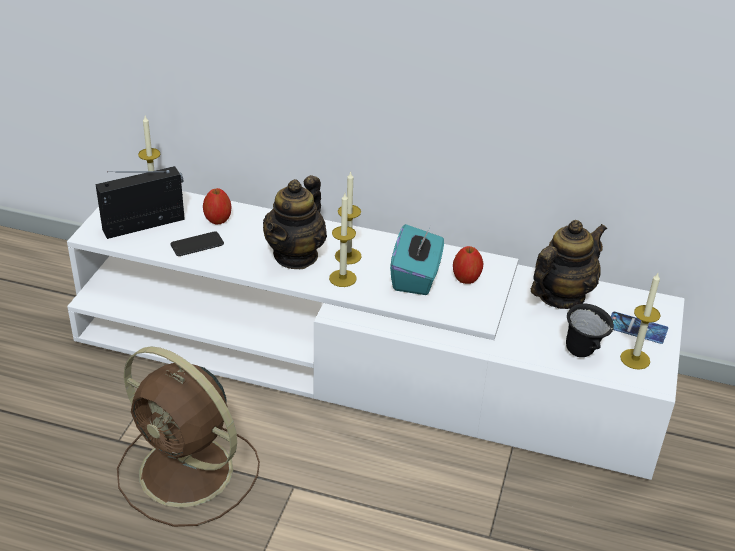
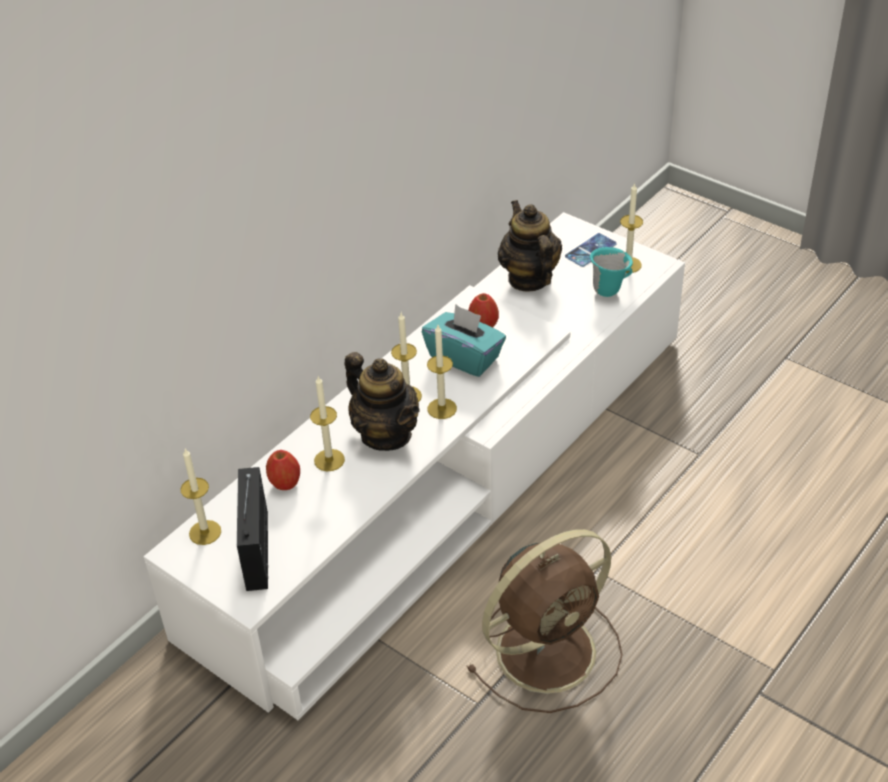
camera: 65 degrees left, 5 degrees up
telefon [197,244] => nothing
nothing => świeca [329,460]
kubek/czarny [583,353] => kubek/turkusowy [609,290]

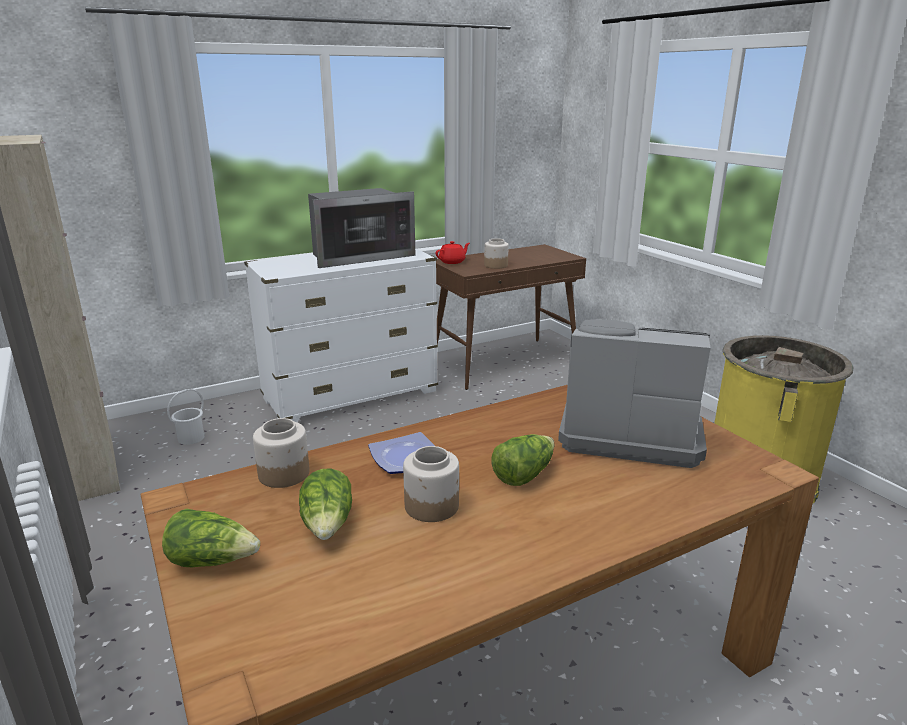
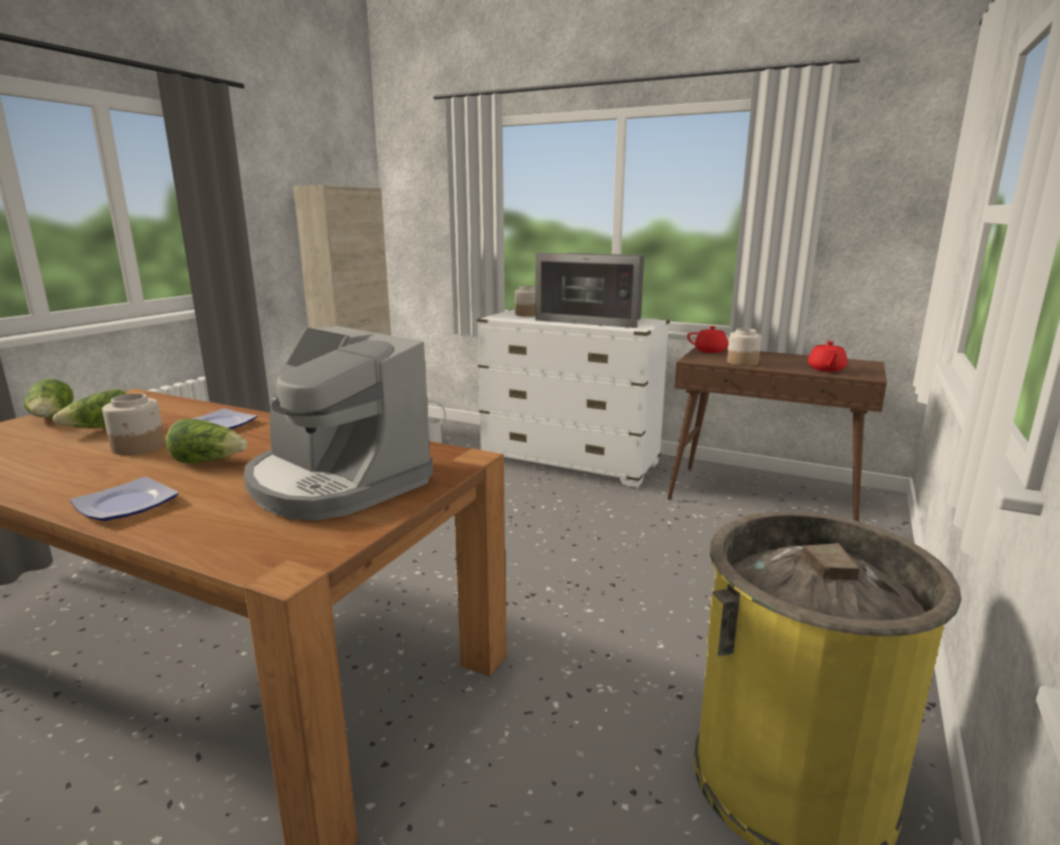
camera: 55 degrees right, 5 degrees down
nothing => talerz [125,506]
nothing => imbryk/czerwony [826,369]
słoik [283,474] => słoik [527,314], moved
ekspres do kawy [627,432] => ekspres do kawy [335,483], 150 degrees clockwise

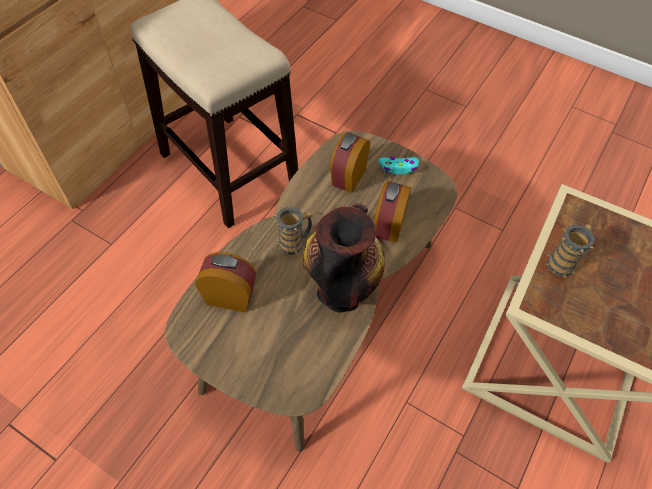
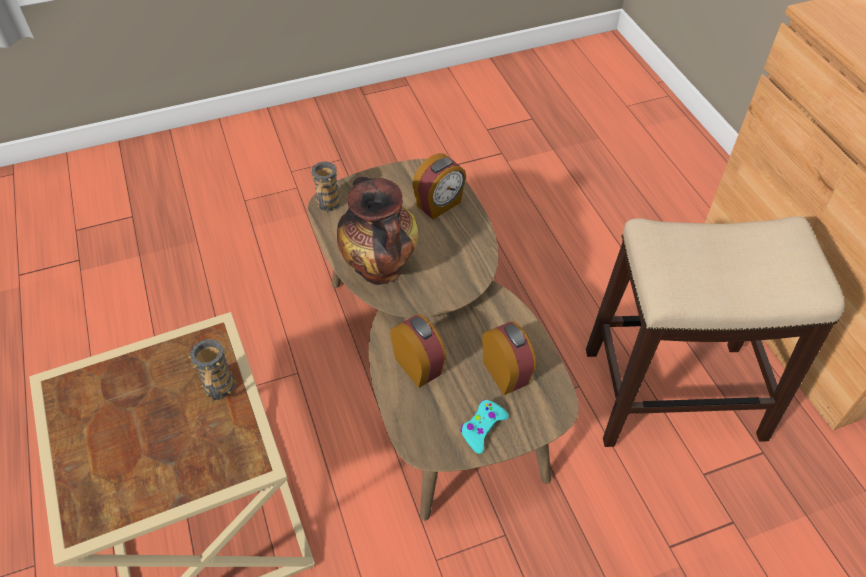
camera: 130 degrees right, 5 degrees down
kubek [295,242] => kubek [327,206], moved

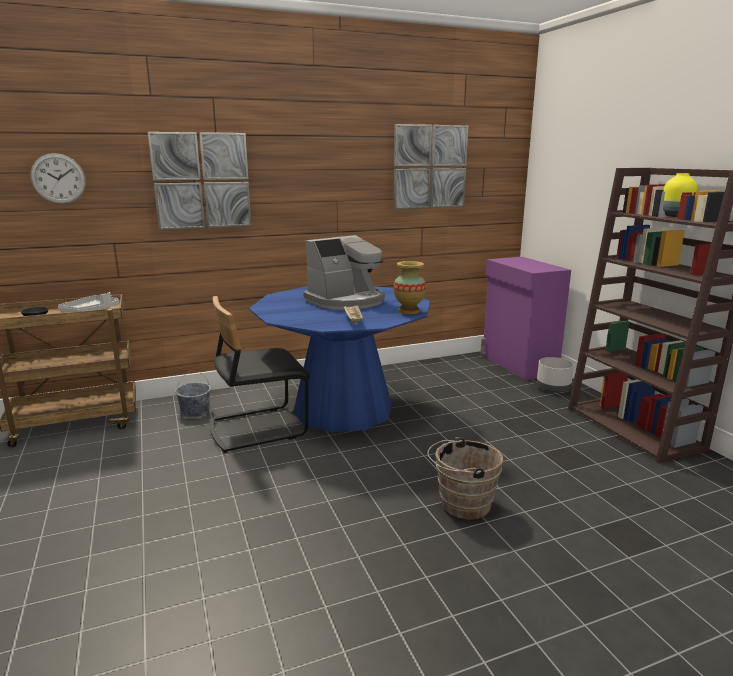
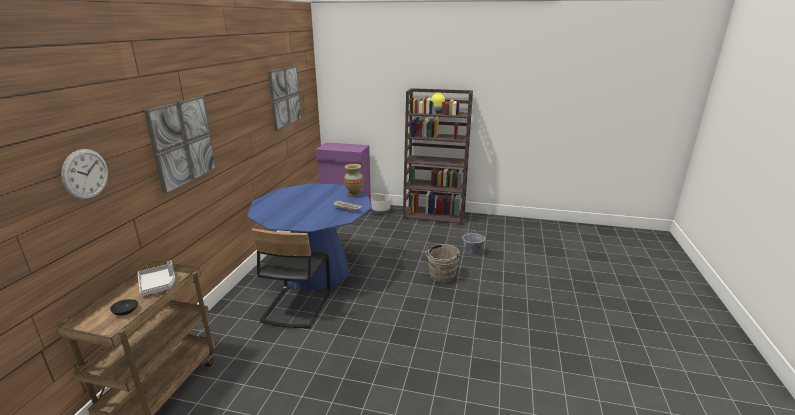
camera: 55 degrees left, 5 degrees up
ekspres do kawy [346,301] => nothing
wiadro/szary [195,412] => wiadro/szary [472,251], moved

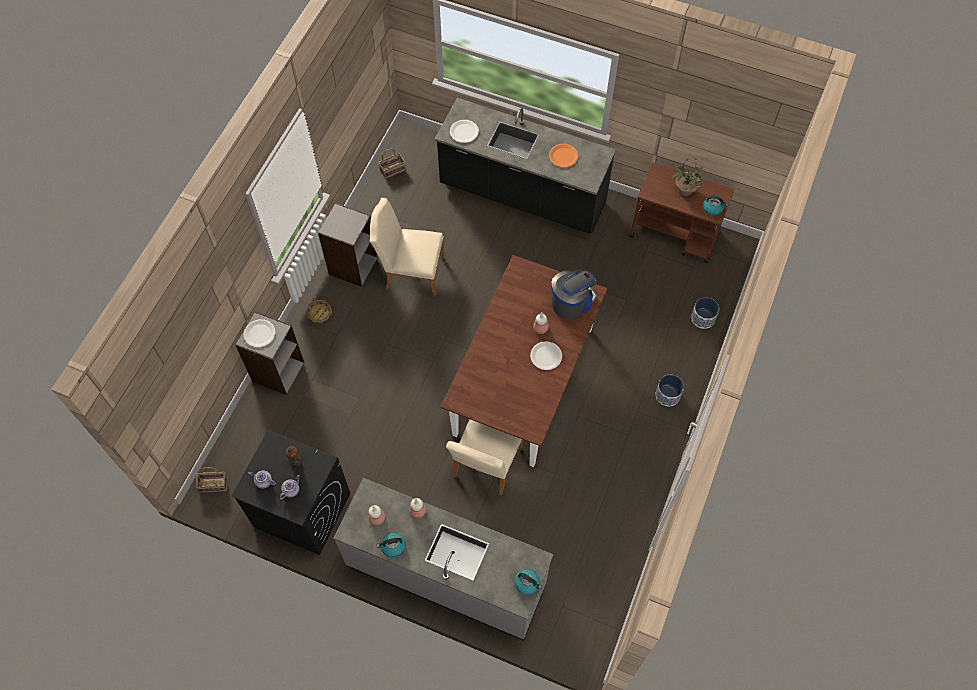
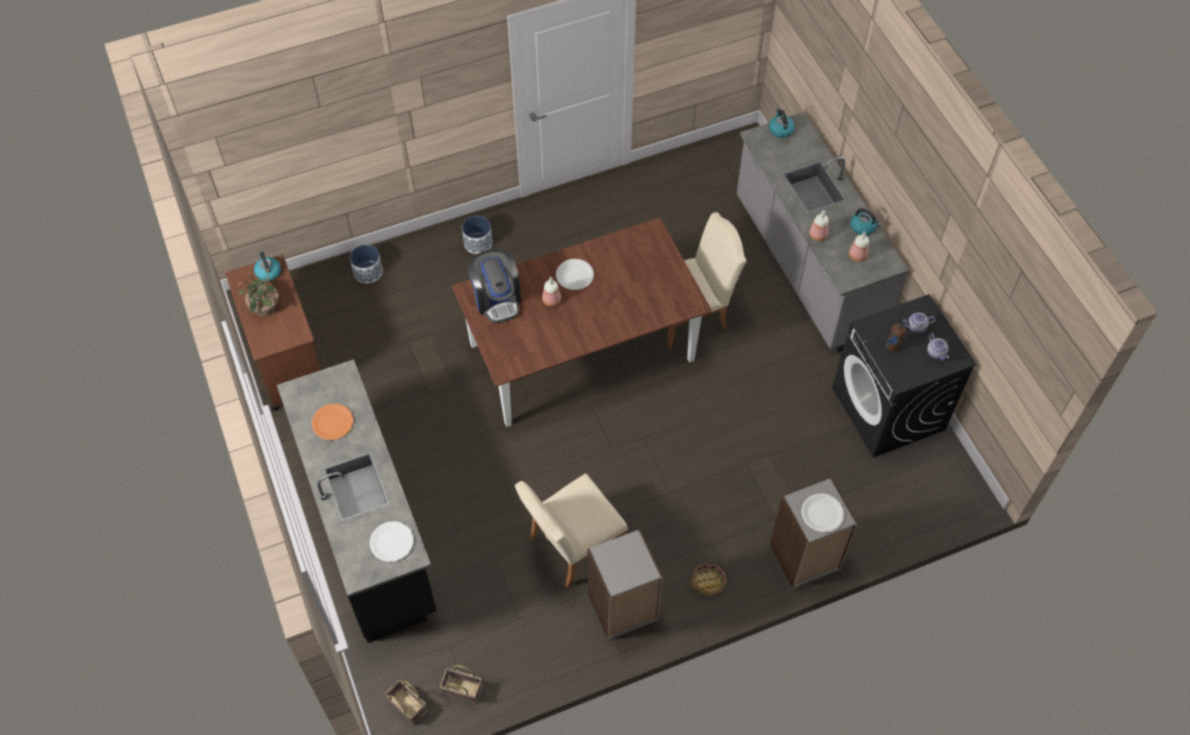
camera: 135 degrees left, 5 degrees down
koszyk [214,484] => koszyk [406,705], moved
krzesło/beżowy [410,272] => krzesło/beżowy [571,546], 90 degrees clockwise
ekspres do kawy [572,302] => ekspres do kawy [497,298], 120 degrees counterclockwise

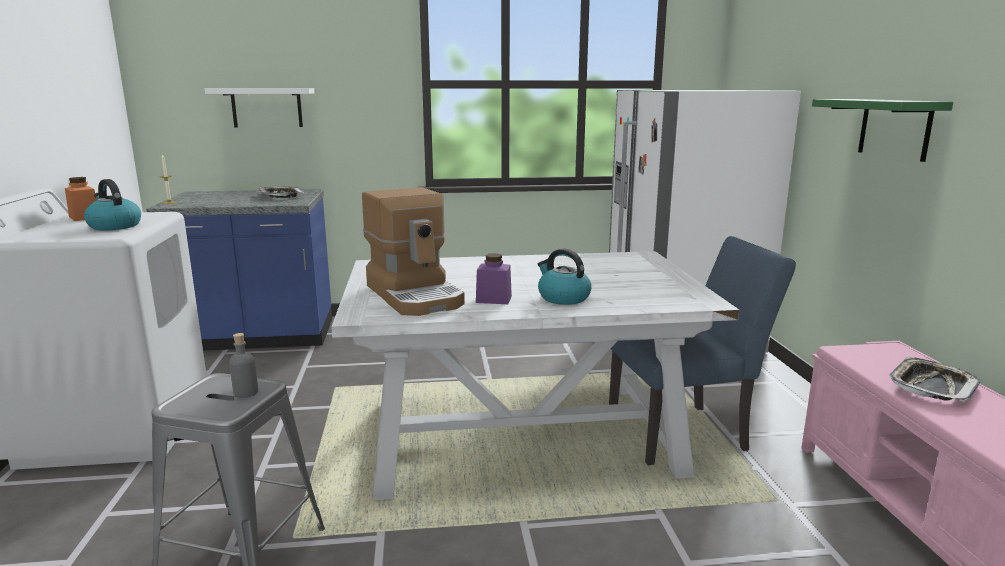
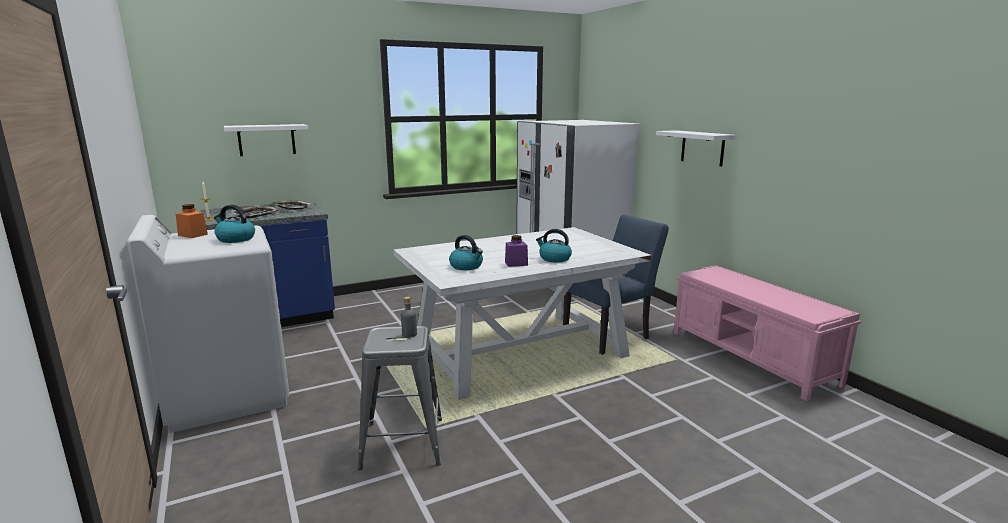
camera: 20 degrees left, 0 degrees up
taca [931,386] => taca [254,215], moved
ekspres do kawy [416,295] => czajnik [466,266]
półka/zielony [894,128] => półka/biały [702,148]

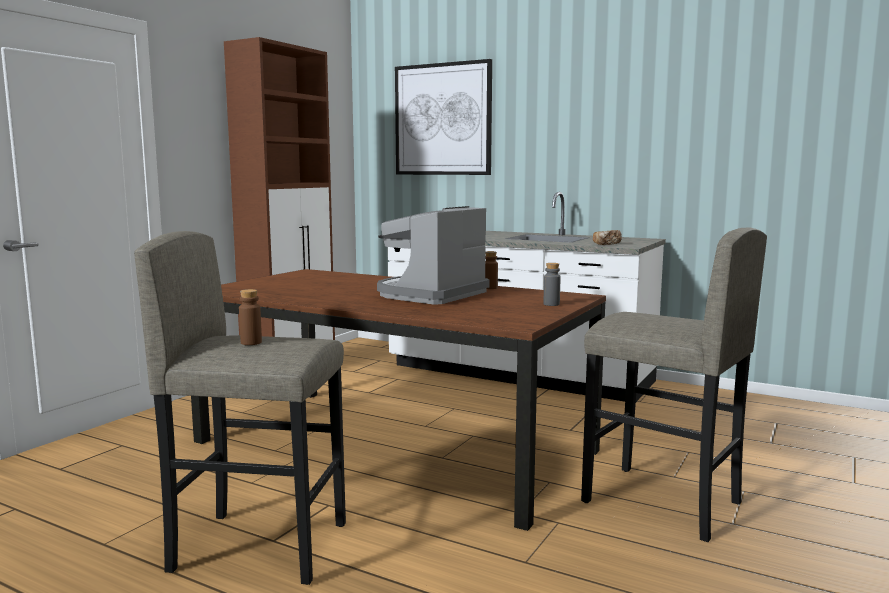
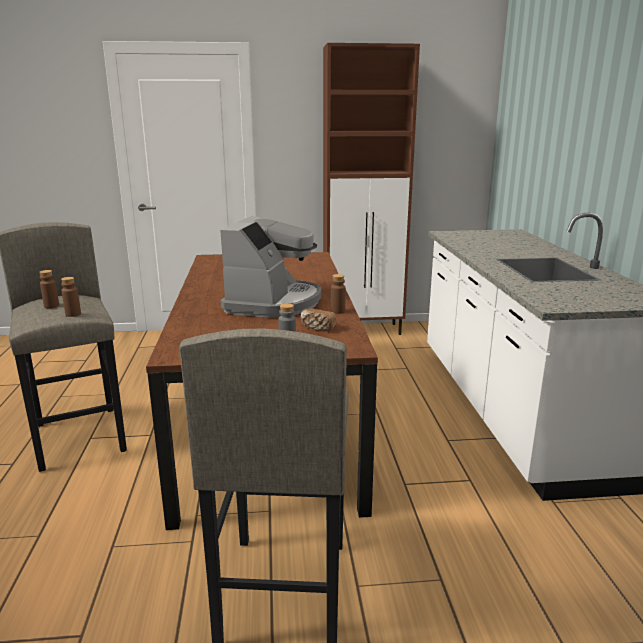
camera: 55 degrees right, 10 degrees up
obraz [442,119] => nothing
nothing => butelka/brązowy [73,314]
chleb [607,244] => chleb [318,328], moved
ekspres do kawy [430,294] => ekspres do kawy [273,303], 105 degrees clockwise

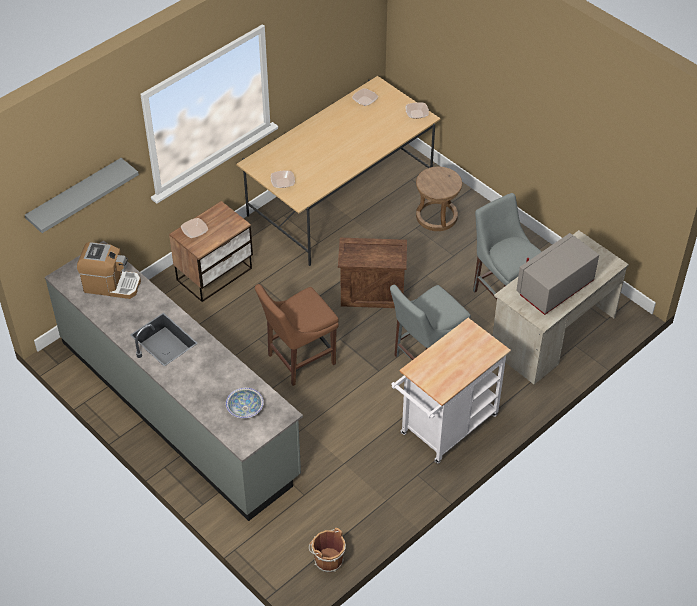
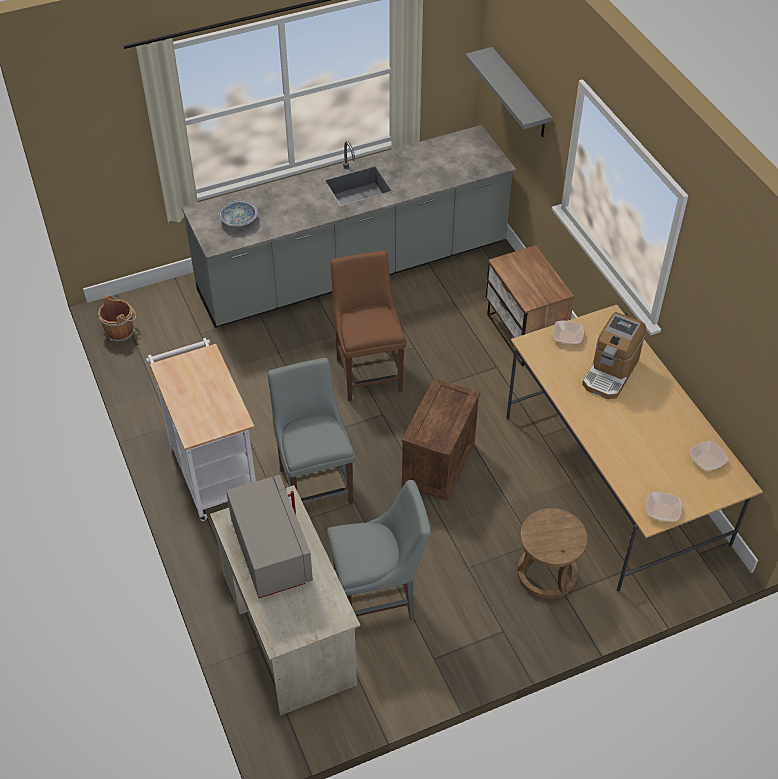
camera: 110 degrees right, 0 degrees up
miska [194,231] => nothing
ekspres do kawy [111,284] => ekspres do kawy [610,372], moved

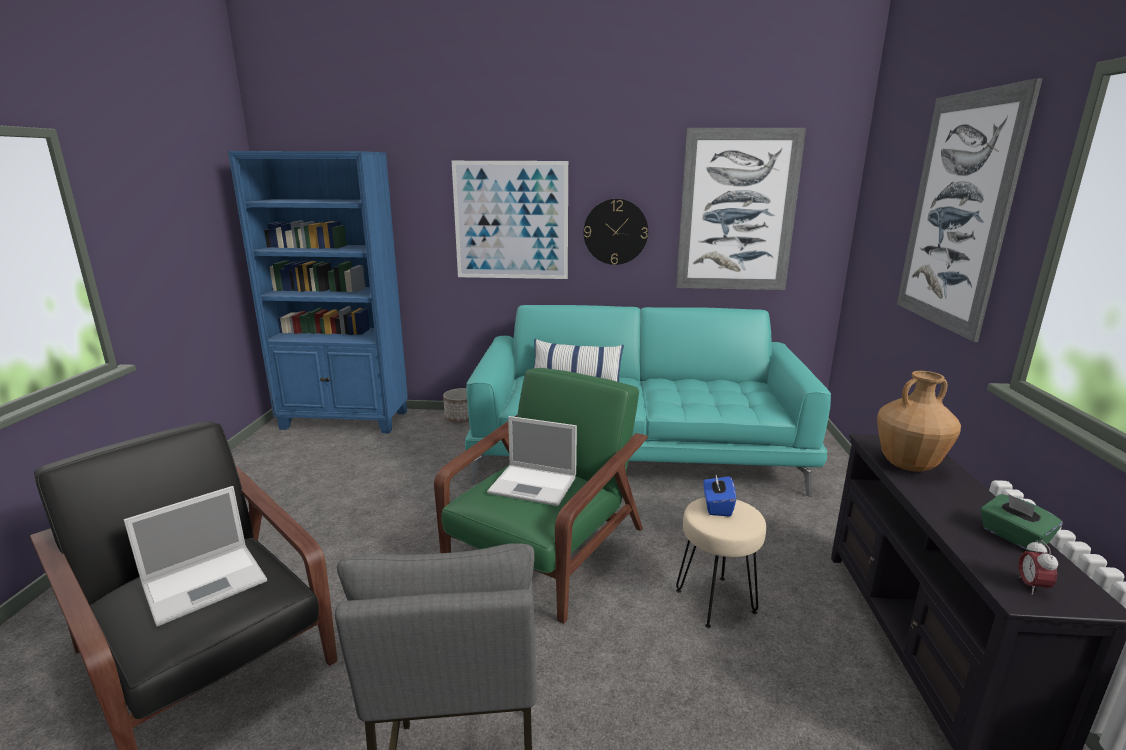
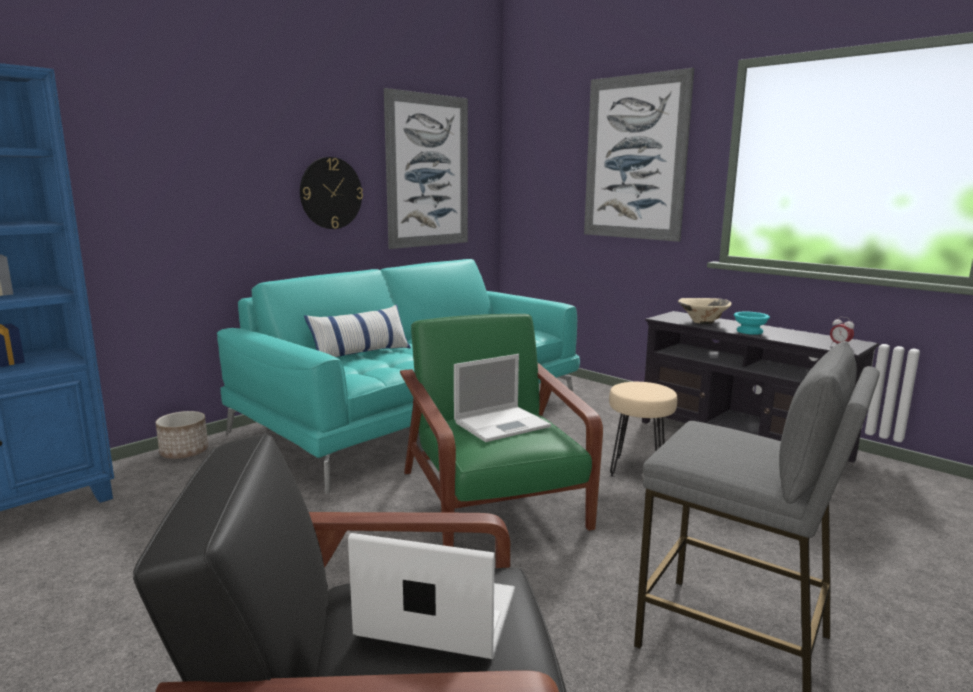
camera: 50 degrees left, 5 degrees down
obraz [511,221] => nothing
pudełko chusteczek/niebieski [717,506] => nothing
pudełko chusteczek/zielony [1013,537] => nothing
nothing => miska/turkusowy [748,331]
wazon/brązowy [908,465] => miska/beżowy [702,323]
laptop [207,582] => laptop [434,614], 75 degrees counterclockwise

